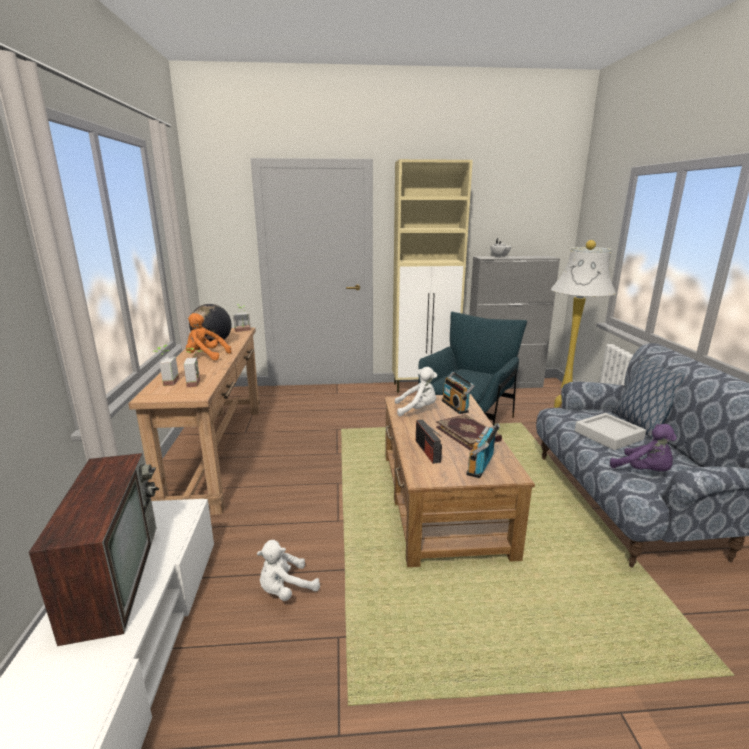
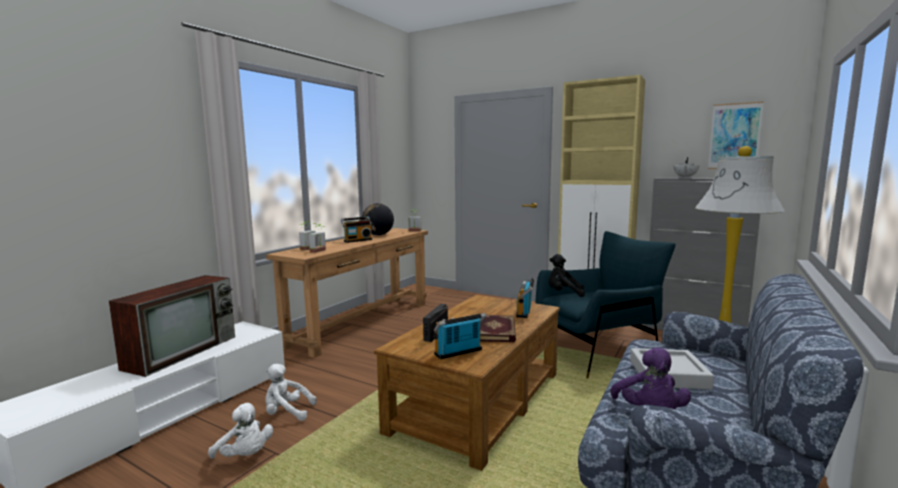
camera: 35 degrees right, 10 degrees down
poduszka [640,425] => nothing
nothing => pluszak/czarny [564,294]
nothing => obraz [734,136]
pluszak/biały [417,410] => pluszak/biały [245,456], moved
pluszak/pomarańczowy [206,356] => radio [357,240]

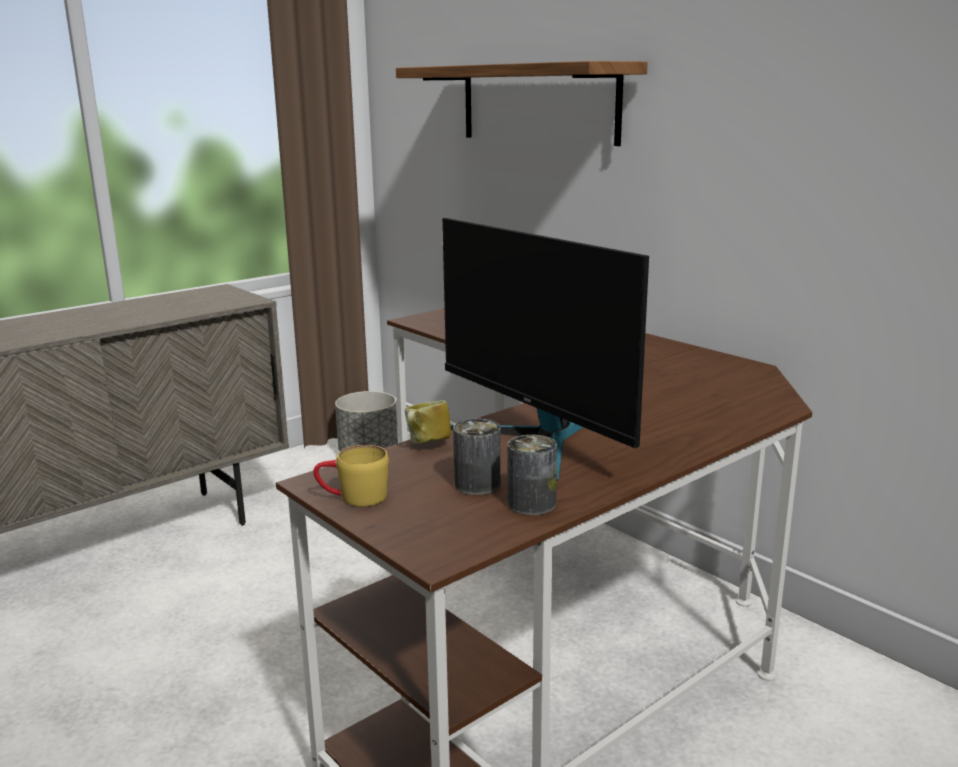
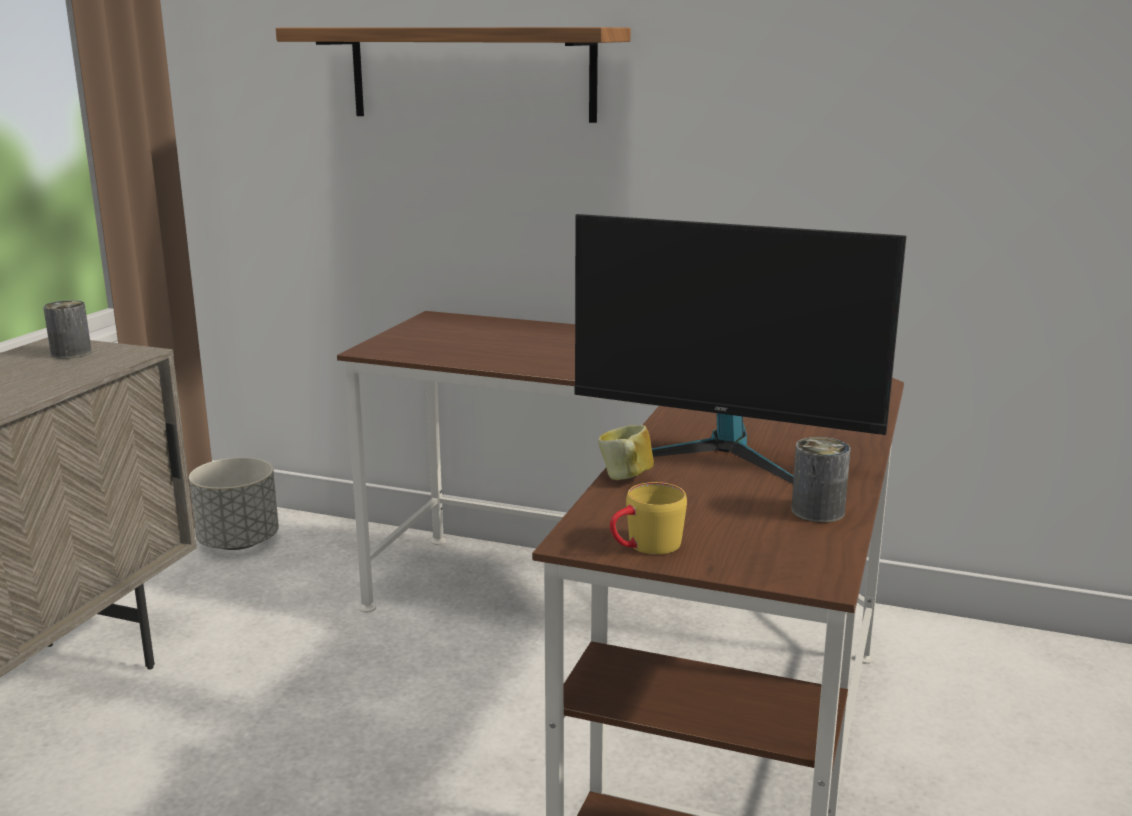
camera: 30 degrees left, 0 degrees up
puszka [477,484] => puszka [71,353], moved

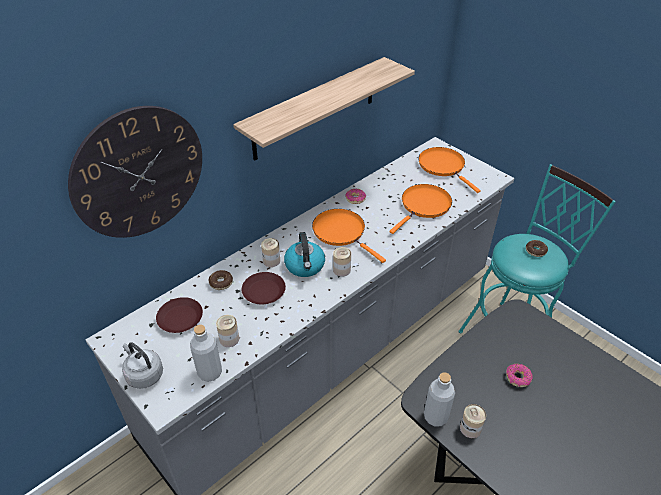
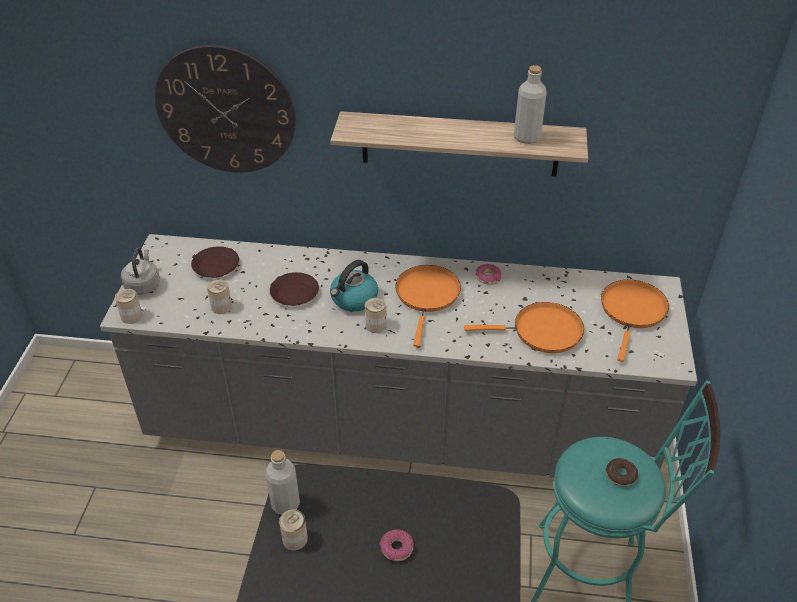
camera: 50 degrees right, 0 degrees up
donut [221,283] => nothing
butelka/szary [210,372] => butelka/szary [526,137], moved
puszka [271,261] => puszka [131,316], moved

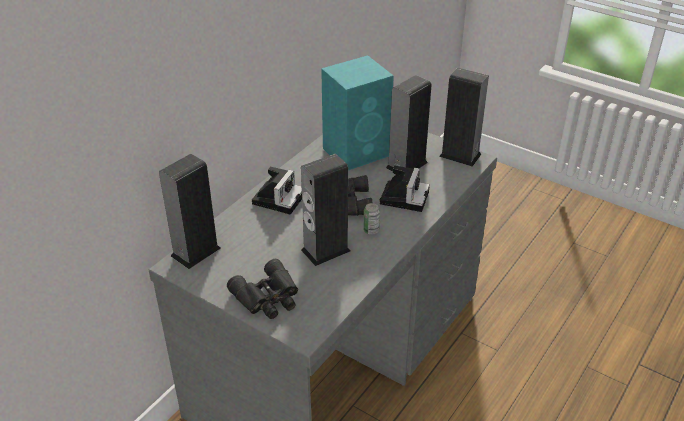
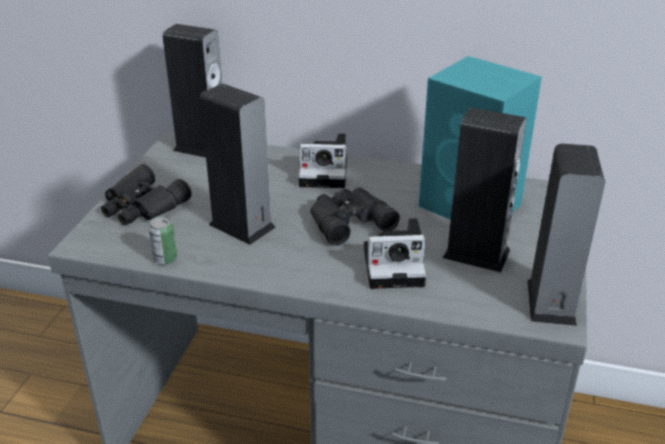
camera: 70 degrees right, 5 degrees down
puszka [371,230] => puszka [165,259], moved

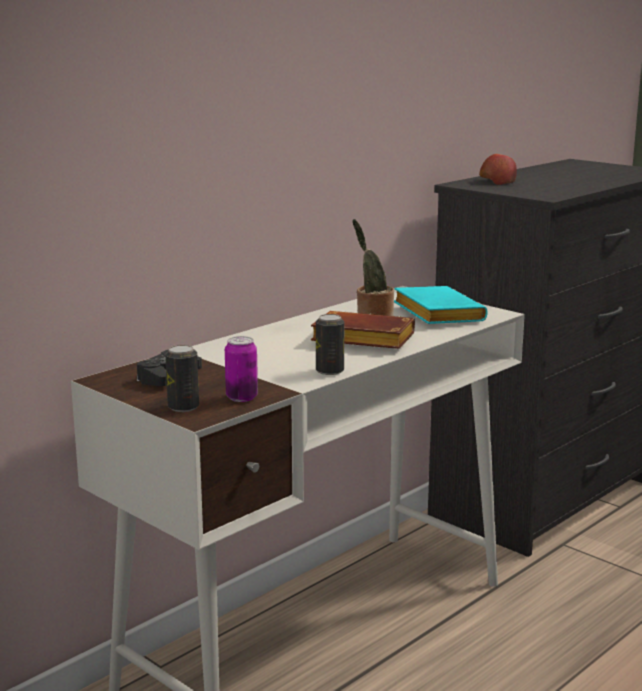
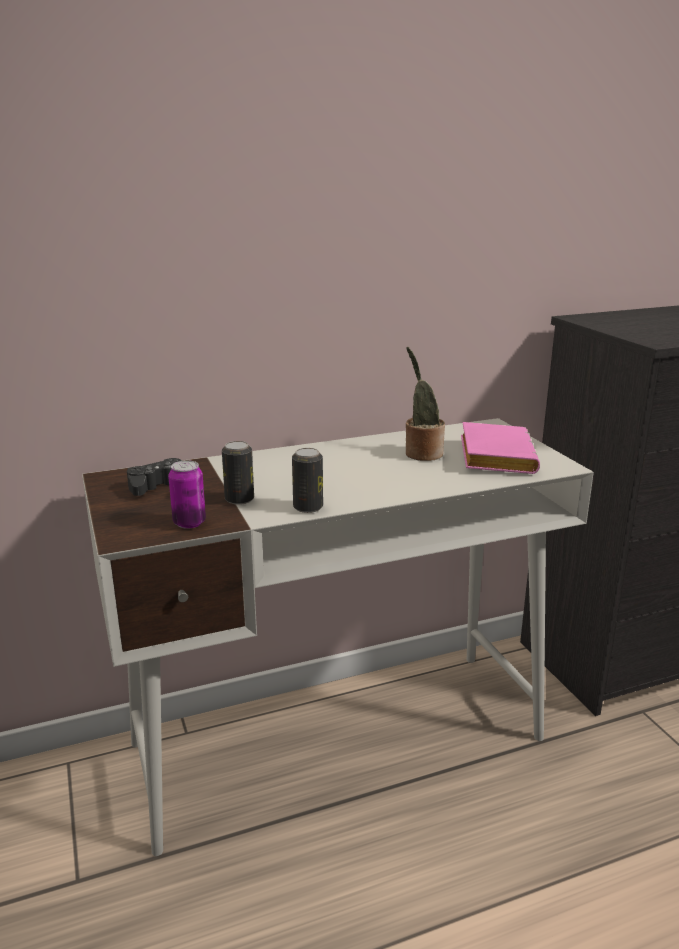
camera: 25 degrees right, 5 degrees up
książka/brązowy [360,340] => nothing
jabłko [497,181] => nothing
puszka [183,407] => puszka [239,499], moved
książka/turkusowy [434,314] => książka/różowy [493,456]

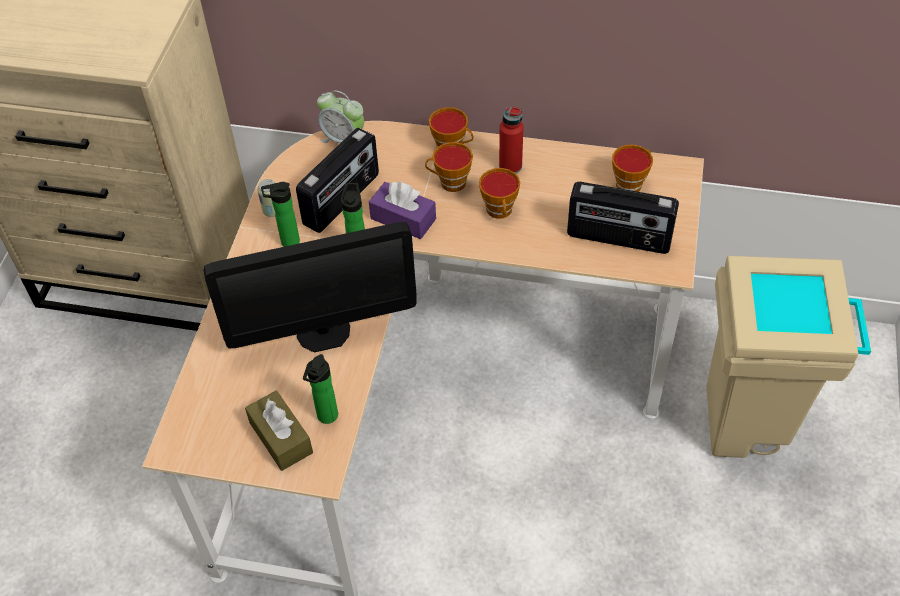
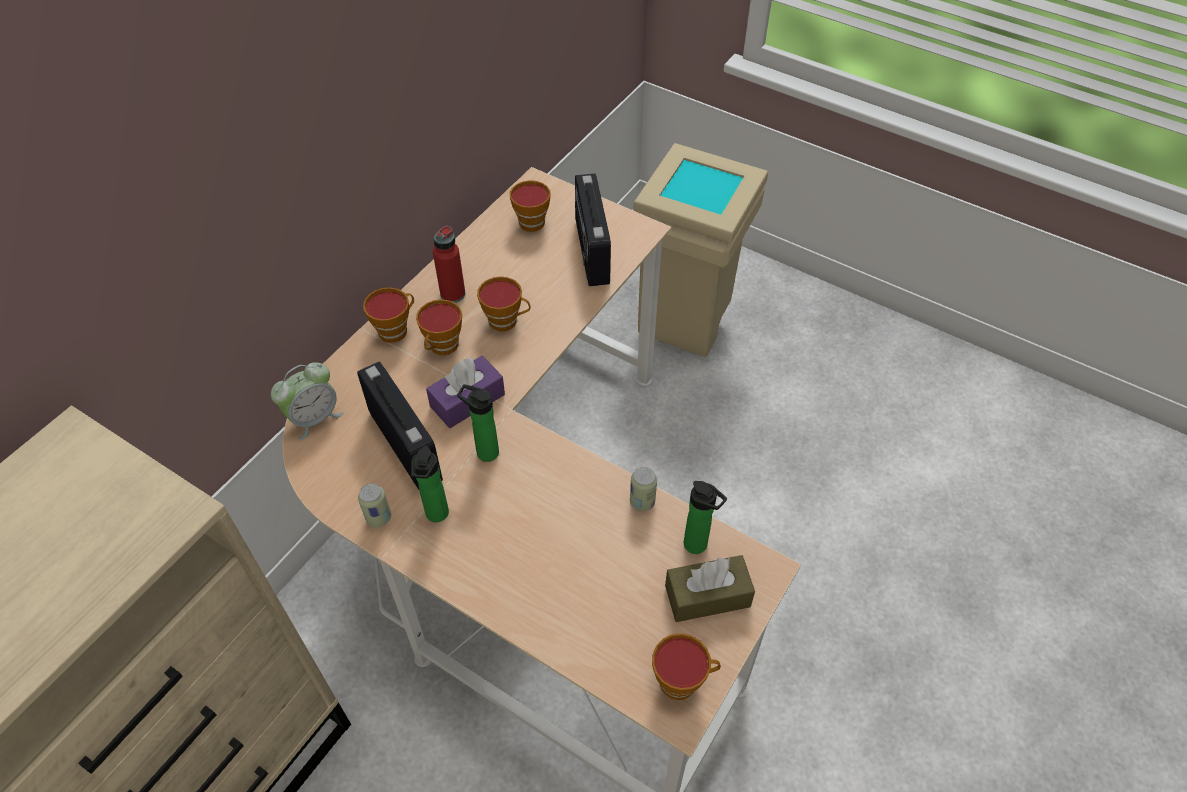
camera: 70 degrees left, 0 degrees up
monitor [323,331] => nothing
nothing => puszka [642,501]
nothing => filiżanka [682,681]
radio [618,239] => radio [591,251], 135 degrees clockwise

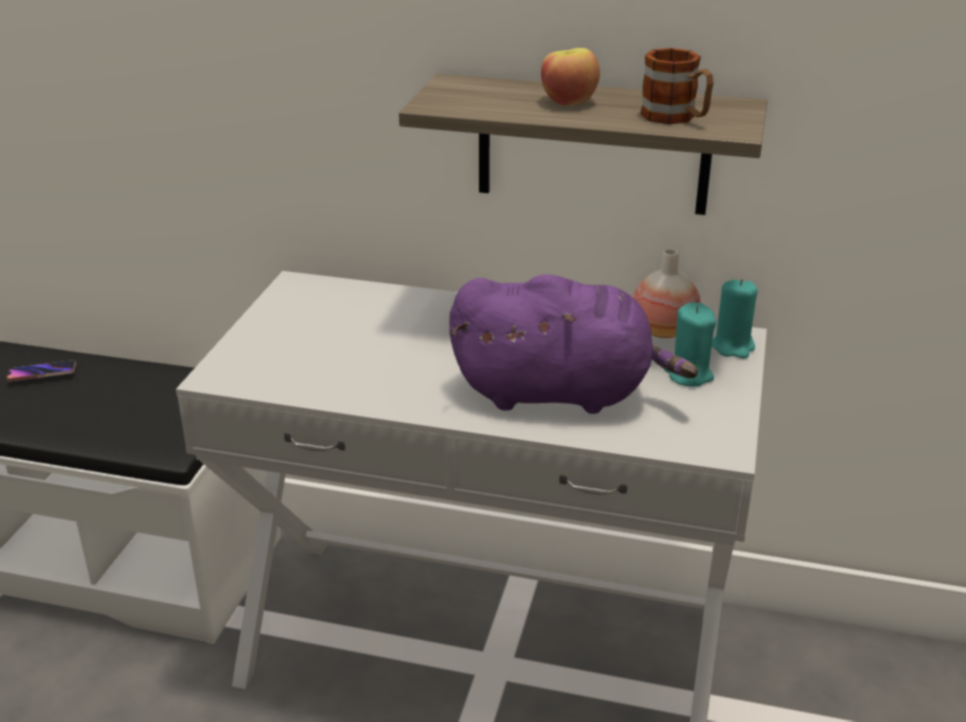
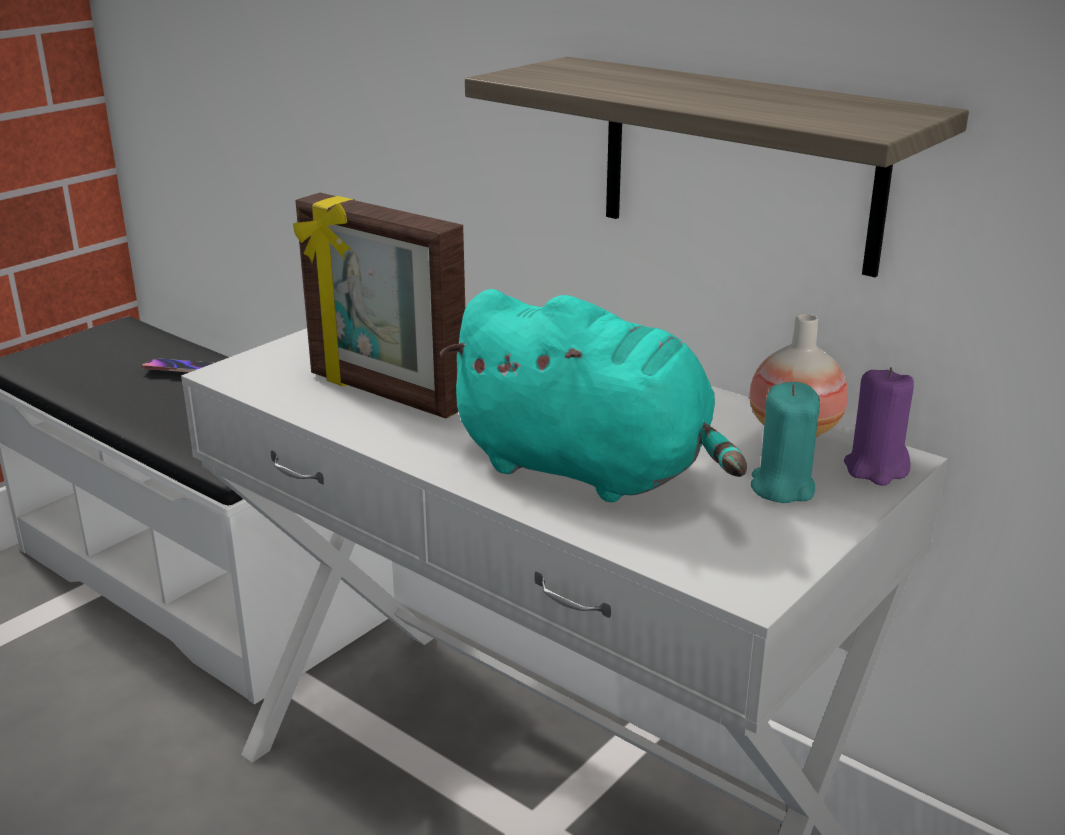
camera: 25 degrees right, 5 degrees down
jabłko [568,101] => nothing
kubek [676,118] => nothing
nothing => ramka na zdjęcie [385,393]
pluszak/fioletowy [560,393] => pluszak/turkusowy [590,470]
świeca/turkusowy [733,347] => świeca/fioletowy [876,469]

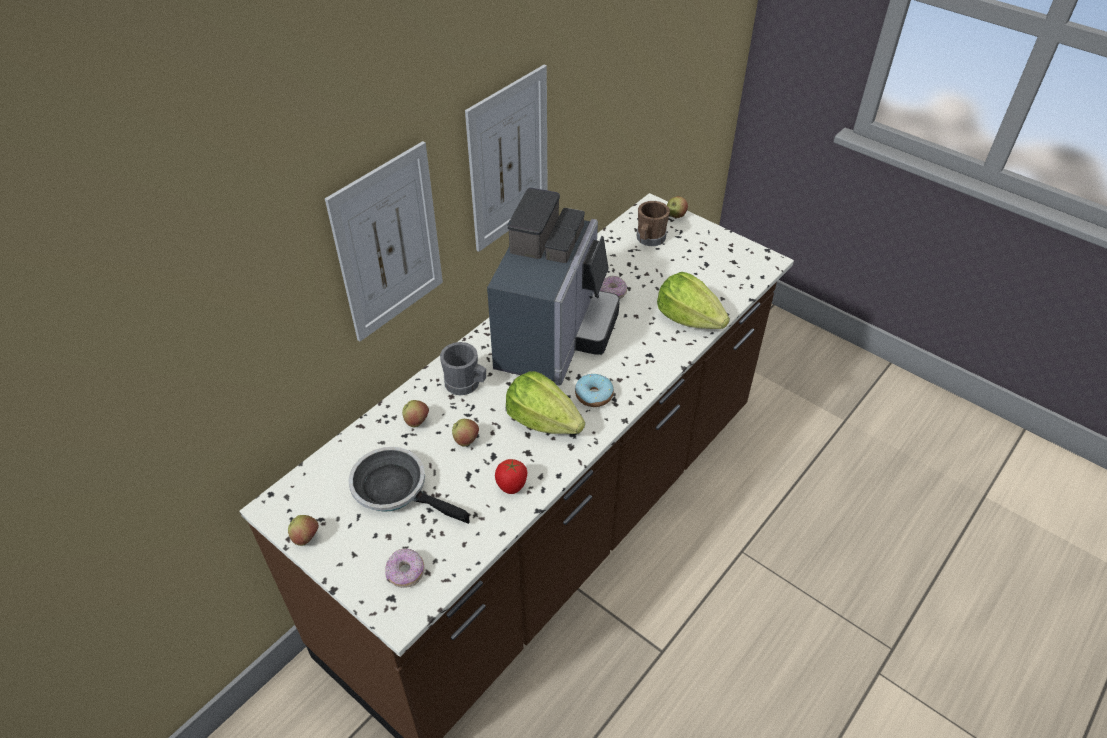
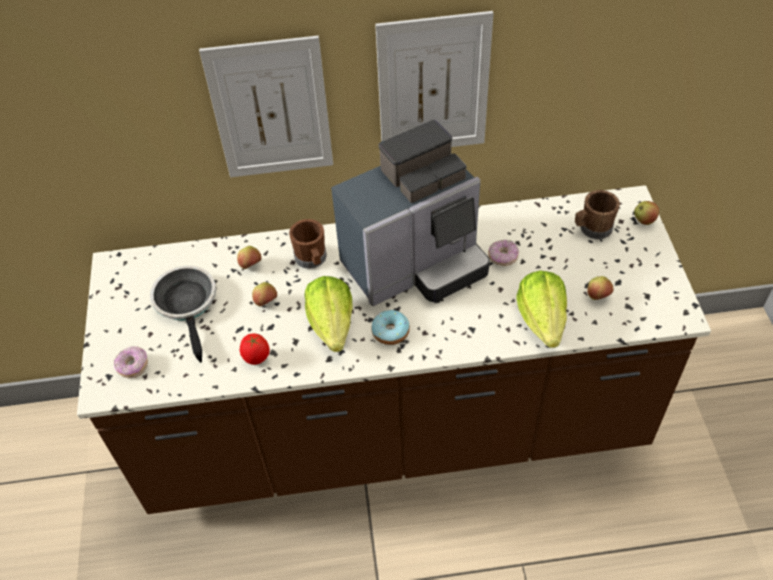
camera: 45 degrees right, 5 degrees up
jabłko [306,538] => jabłko [598,296], moved
kubek/szary [465,384] => kubek/brązowy [312,259]

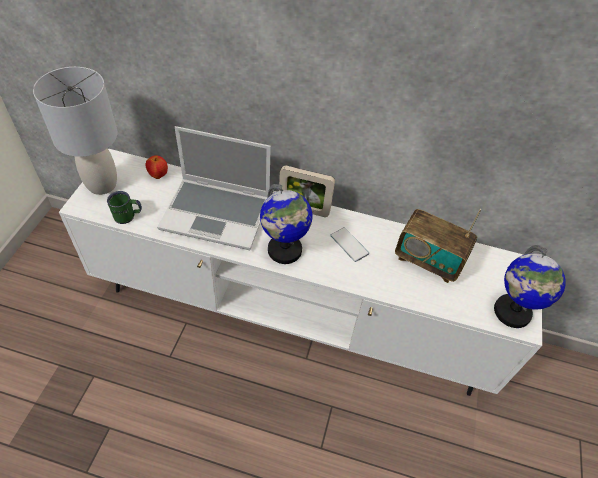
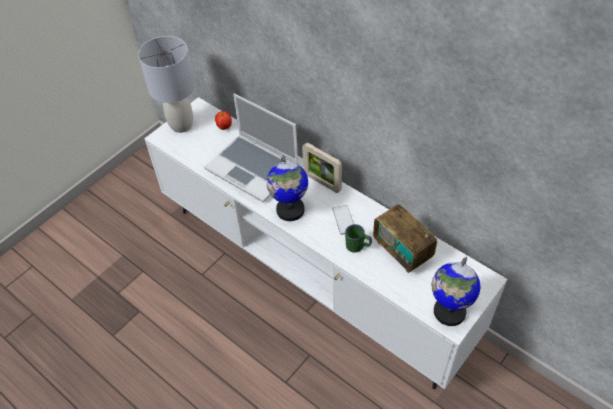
camera: 30 degrees right, 0 degrees up
kubek/zielony [128,217] => kubek/zielony [358,246], moved

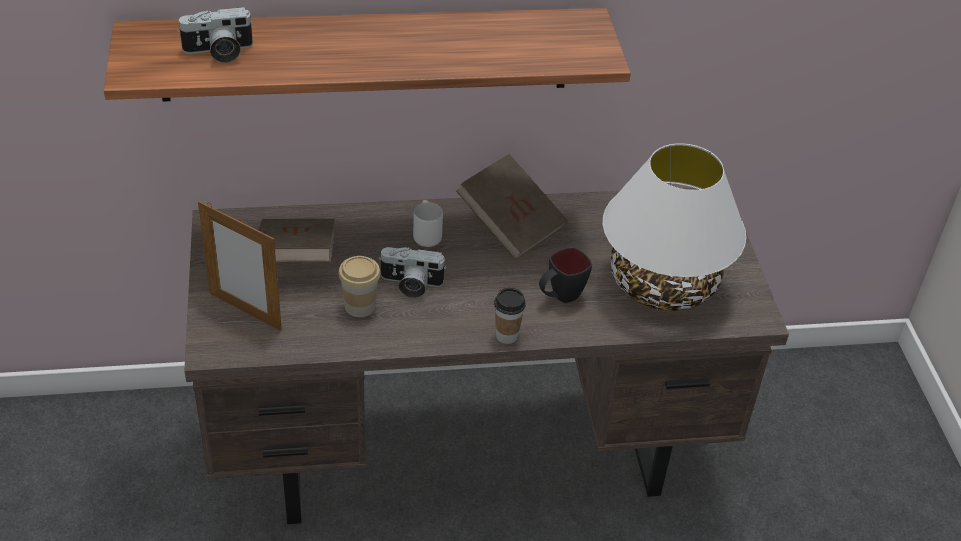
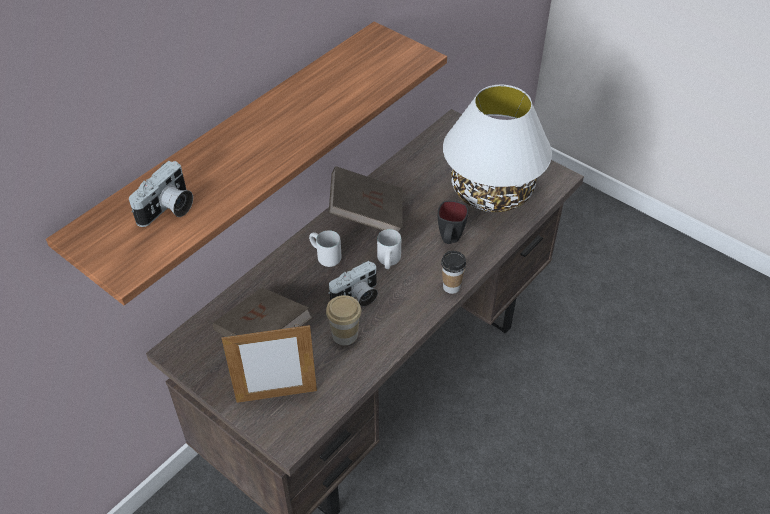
camera: 40 degrees left, 5 degrees up
nothing => kubek/biały [390,262]

